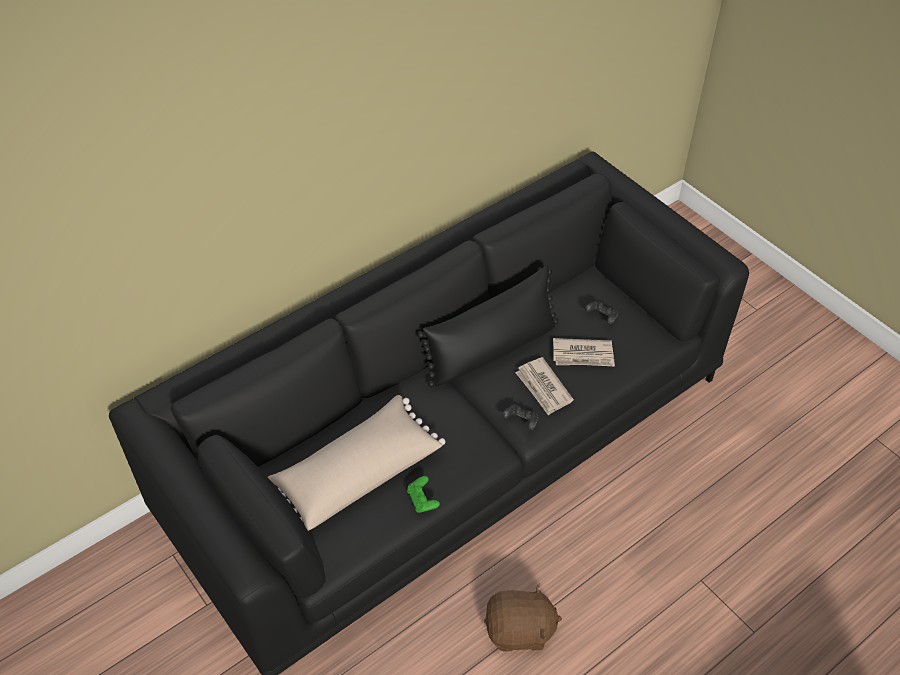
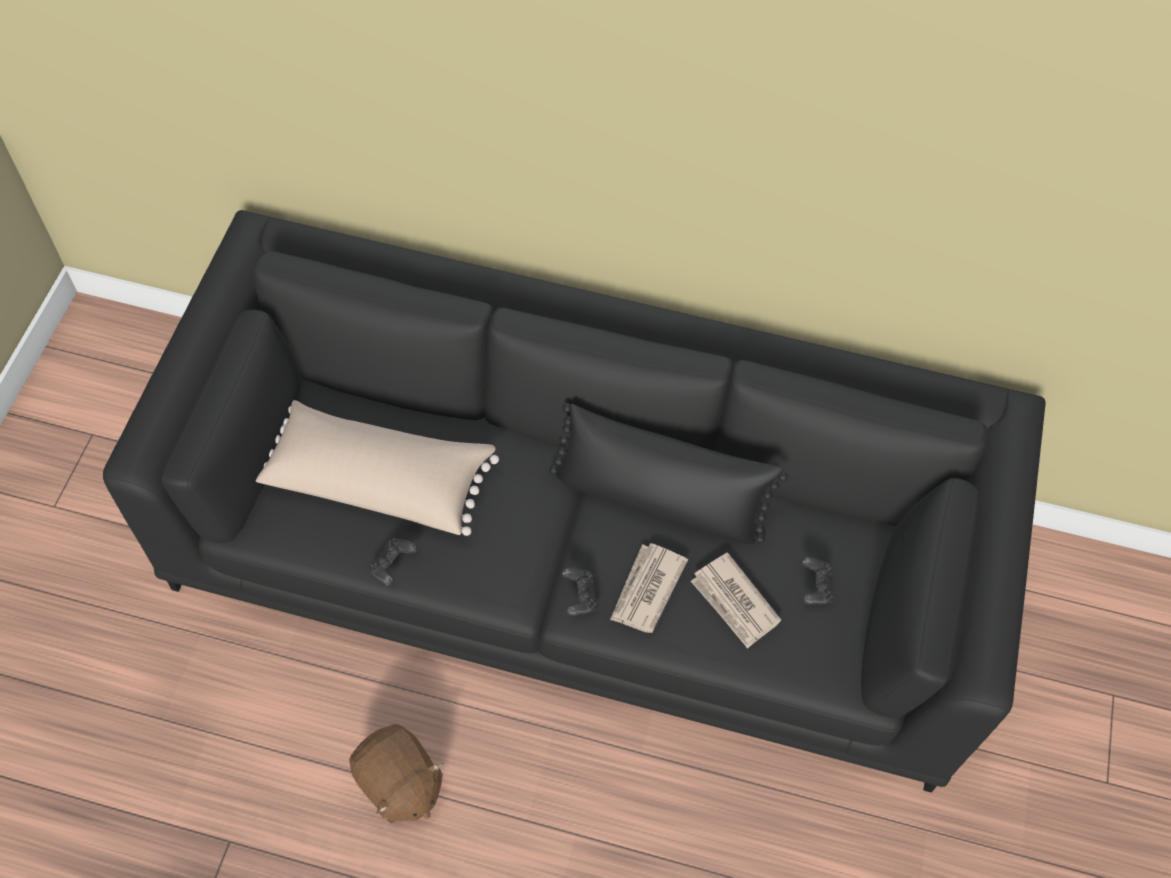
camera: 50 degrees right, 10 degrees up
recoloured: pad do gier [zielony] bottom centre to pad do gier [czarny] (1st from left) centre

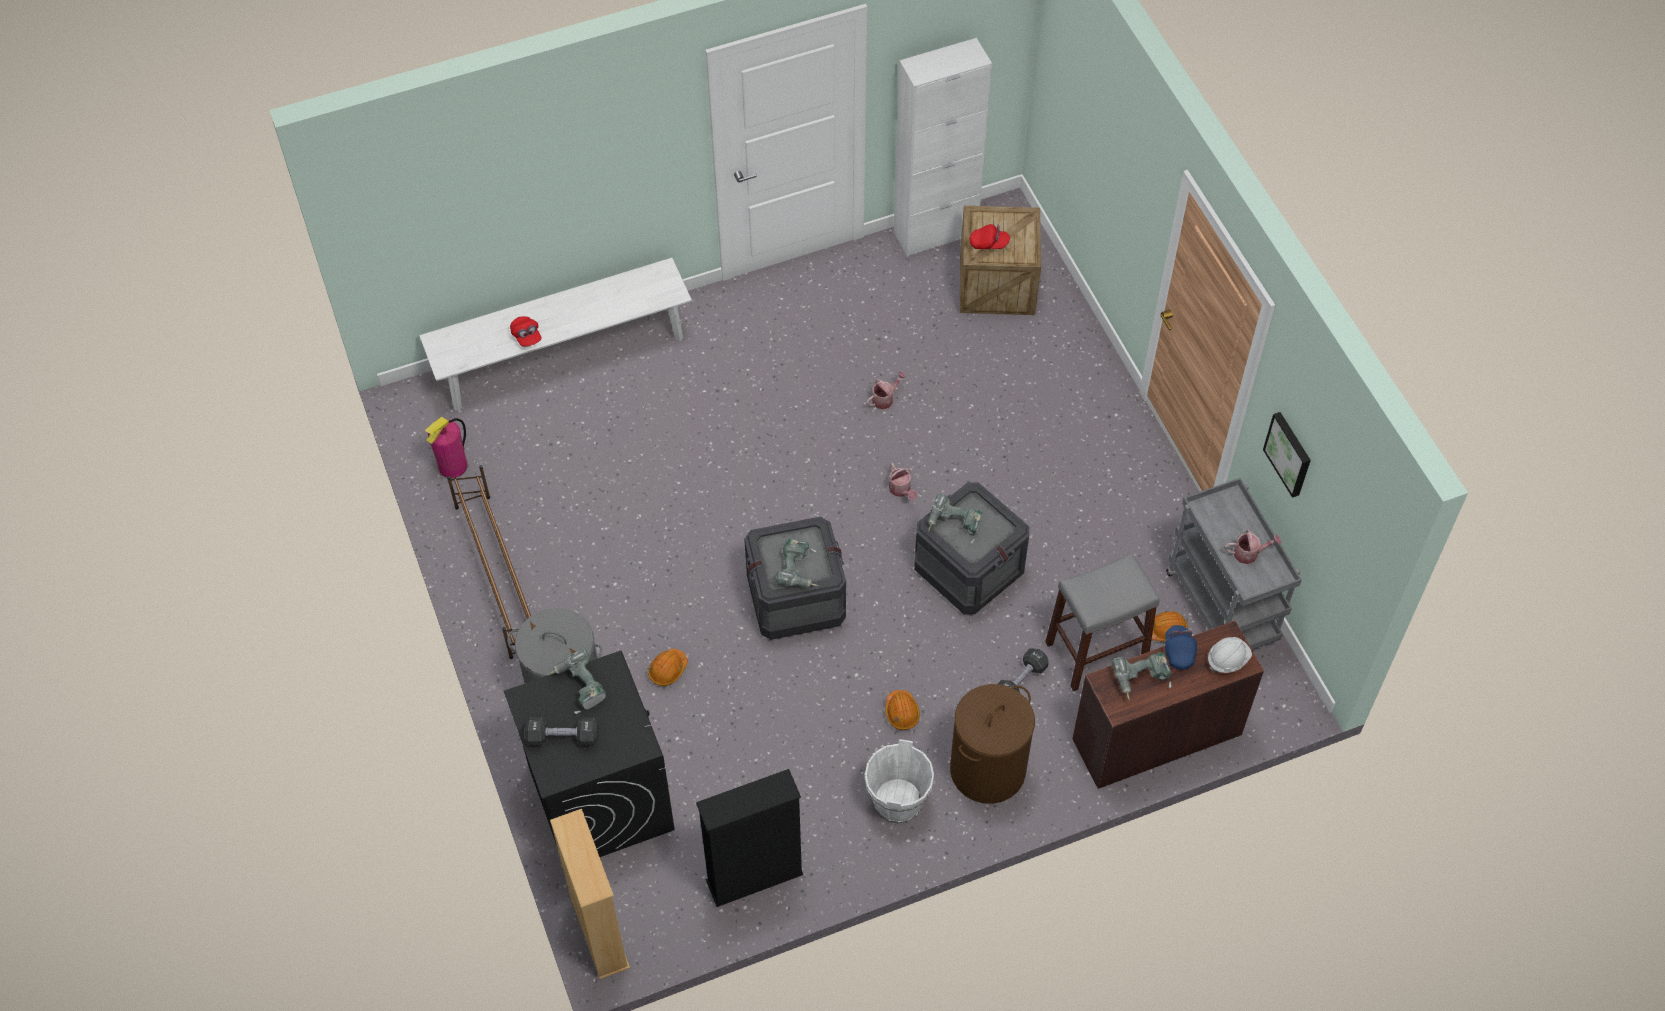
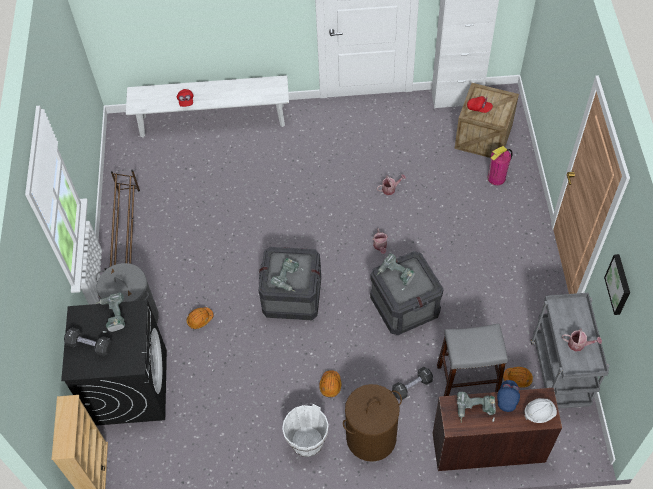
camera: 20 degrees right, 0 degrees up
removed: regał [czarny] bottom centre
moved: gaśnica middle left to middle right

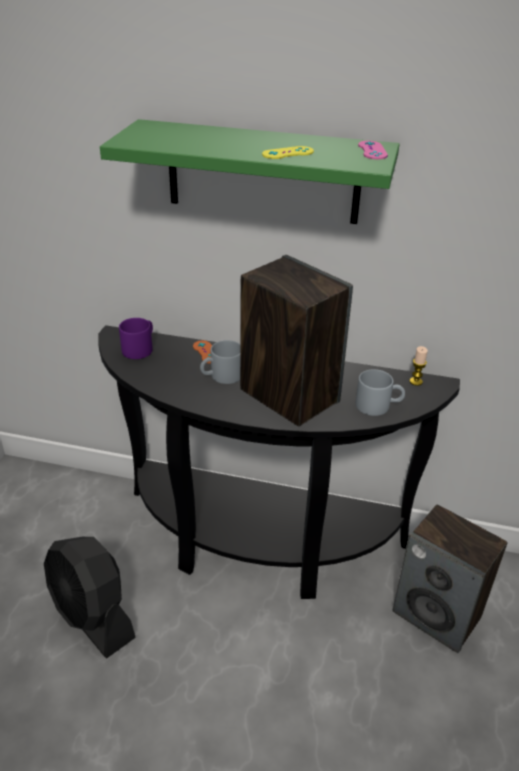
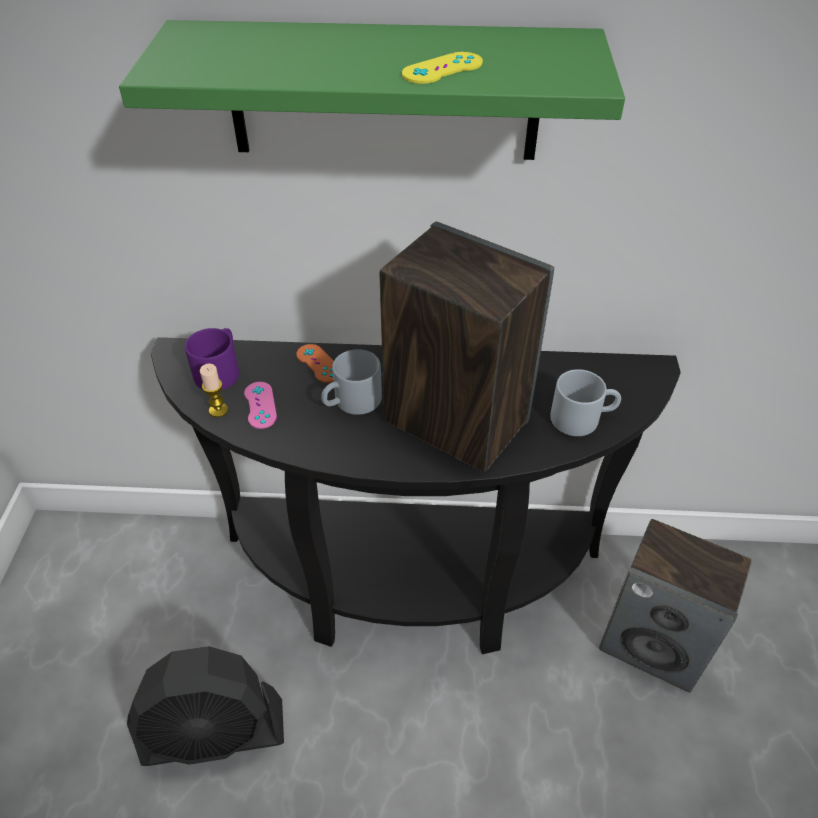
camera: 10 degrees left, 10 degrees up
moved: pad do gier [różowy] top right to middle left; świeca middle right to middle left
turned: wentylator [czarny] bottom left = bottom left 45 degrees counterclockwise

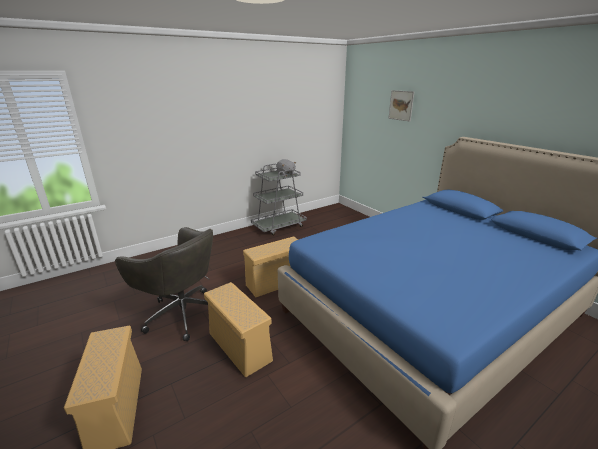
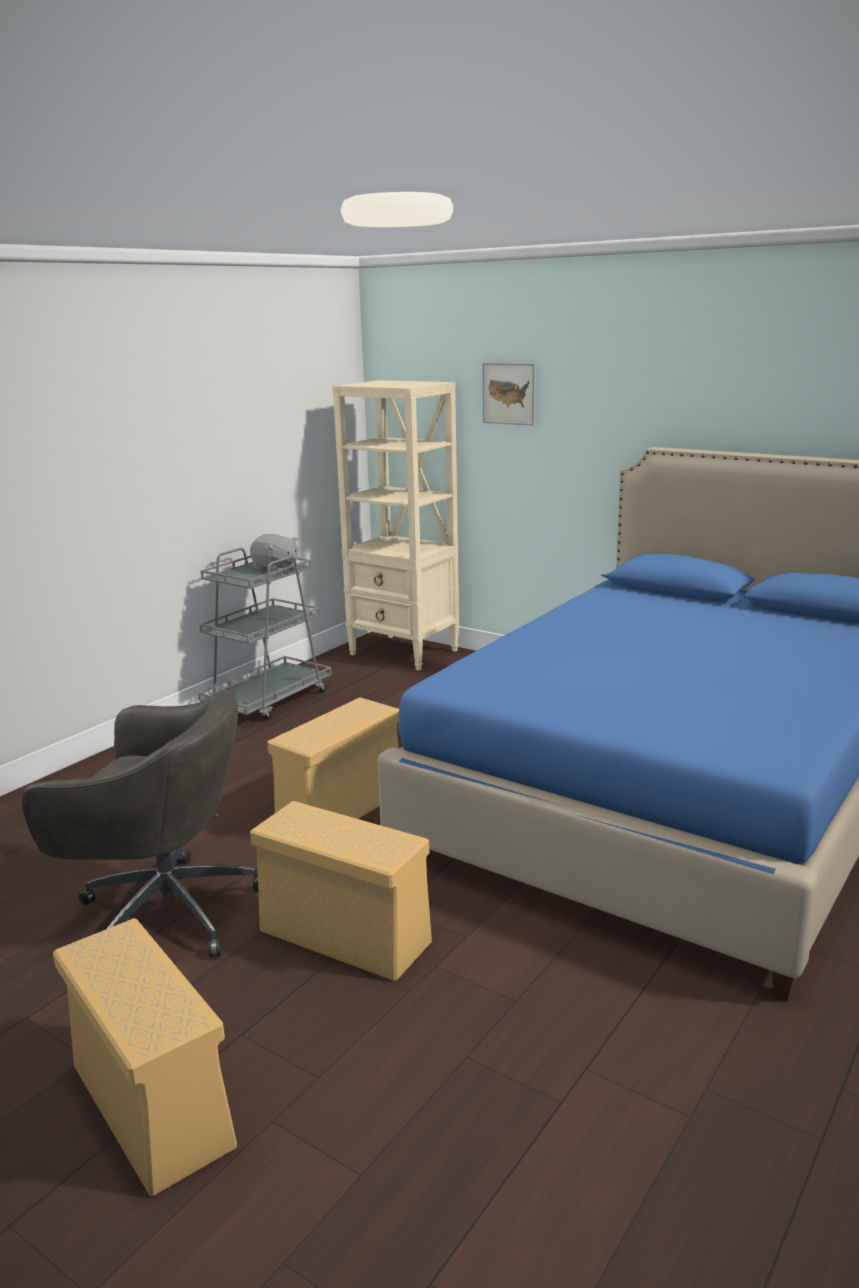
camera: 20 degrees left, 5 degrees down
added: regał [beżowy] centre

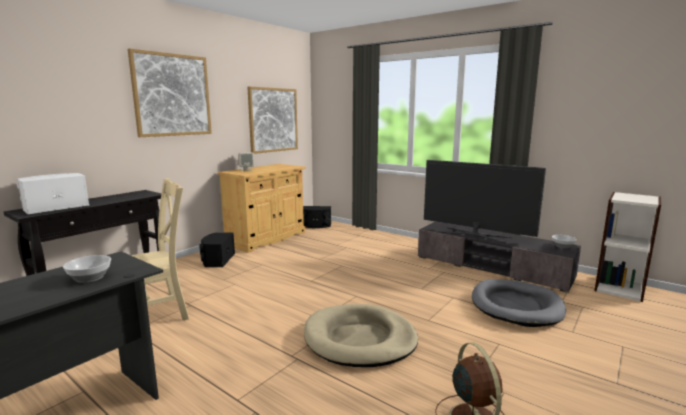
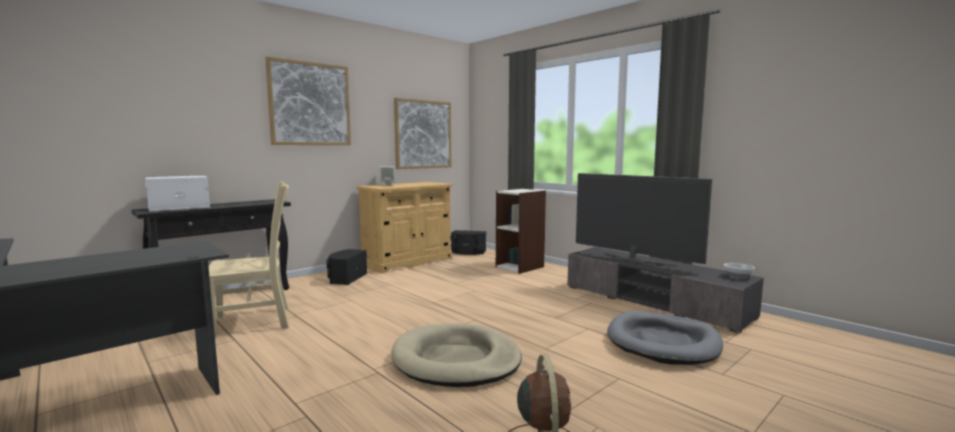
camera: 10 degrees right, 5 degrees down
removed: miska (1st from left) middle left
moved: regał middle right to centre

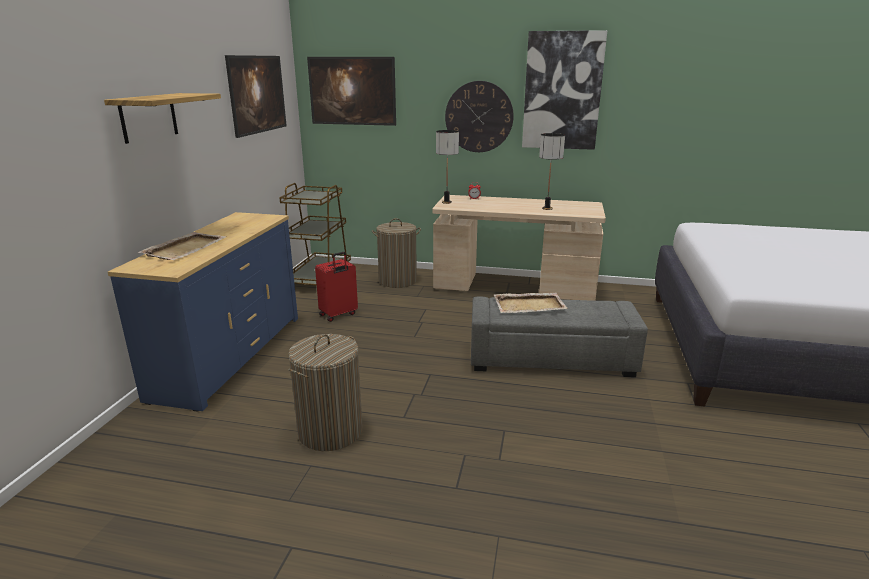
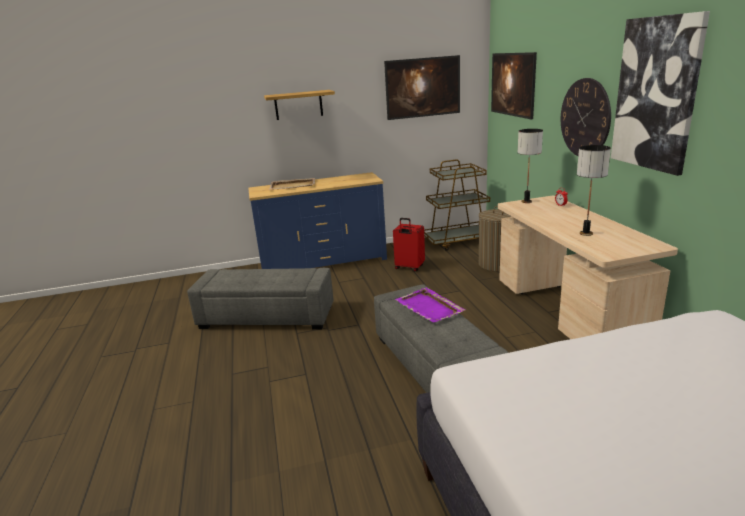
camera: 65 degrees right, 0 degrees up
replaced: kosz na pranie (1st from left) bottom centre to pufa [szary] (1st from left) centre
recoloured: taca [beżowy] (2nd from left) centre to taca [fioletowy] centre

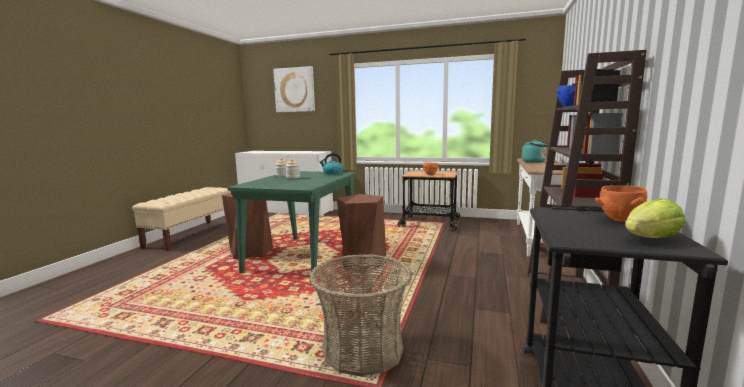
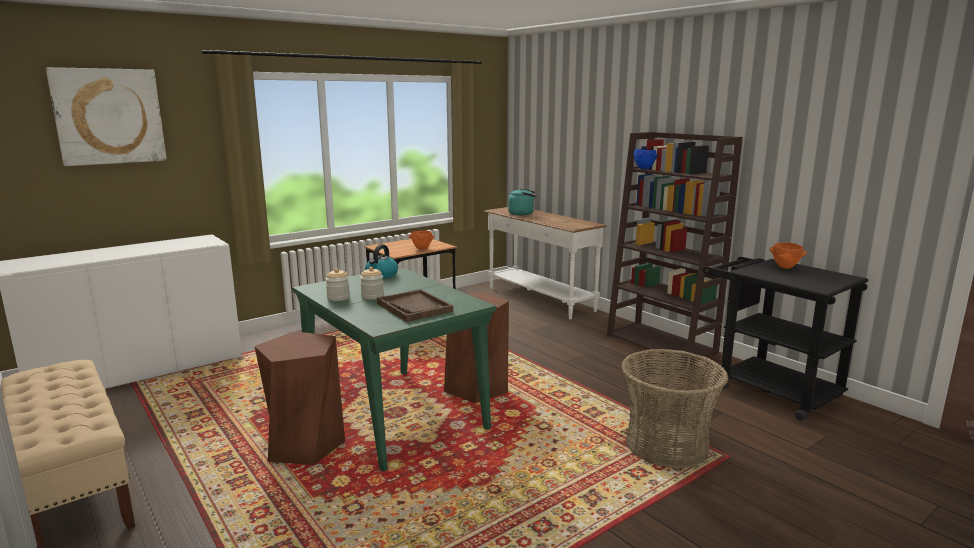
camera: 55 degrees left, 5 degrees up
removed: sałata middle right
added: taca [brązowy] centre

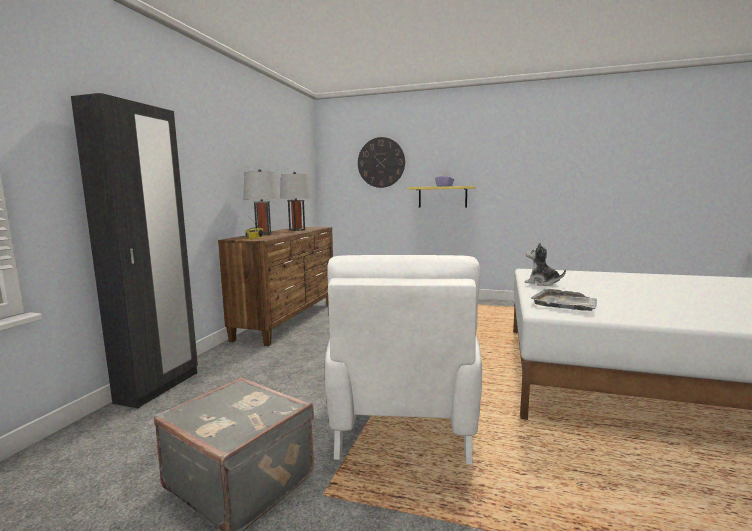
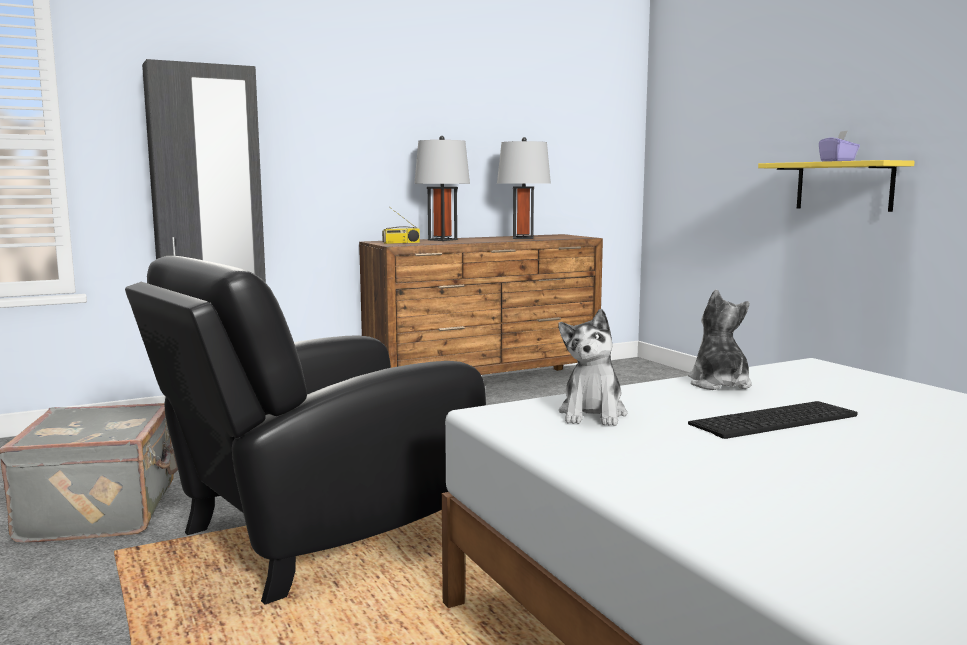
camera: 45 degrees right, 0 degrees up
removed: zegar ścienny top centre
added: klawiatura middle right
replaced: taca [szary] middle right to pluszak (1st from left) centre
recoloured: fotel [biały] bottom centre to fotel [czarny] bottom left

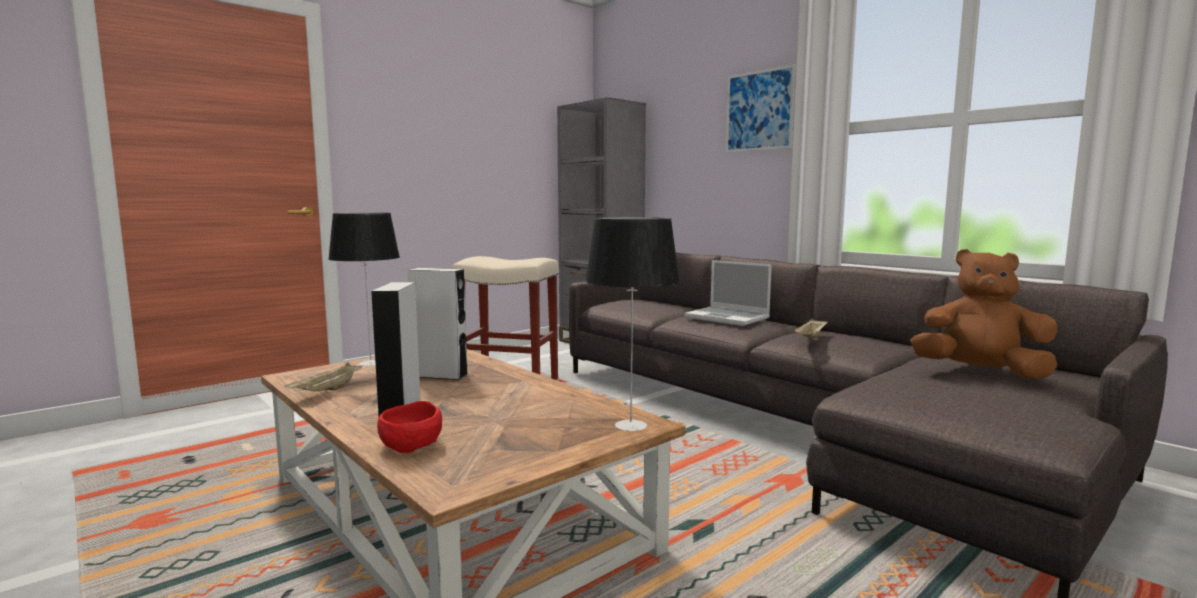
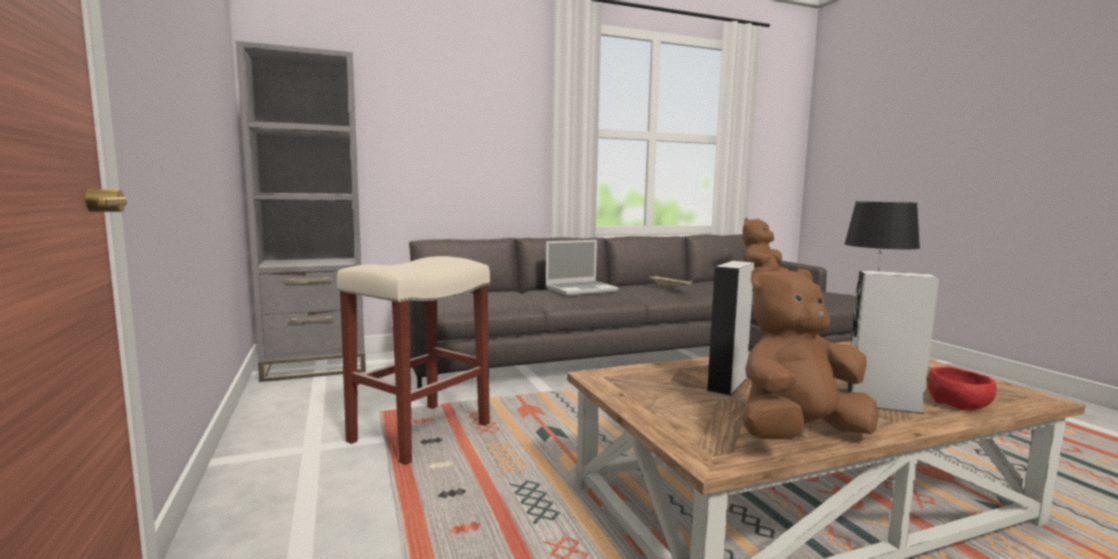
camera: 70 degrees left, 0 degrees up
removed: lampa stołowa (1st from left) middle left; obraz top centre
replaced: taca [beżowy] (1st from left) middle left to pluszak [brązowy] (2nd from left) middle right

